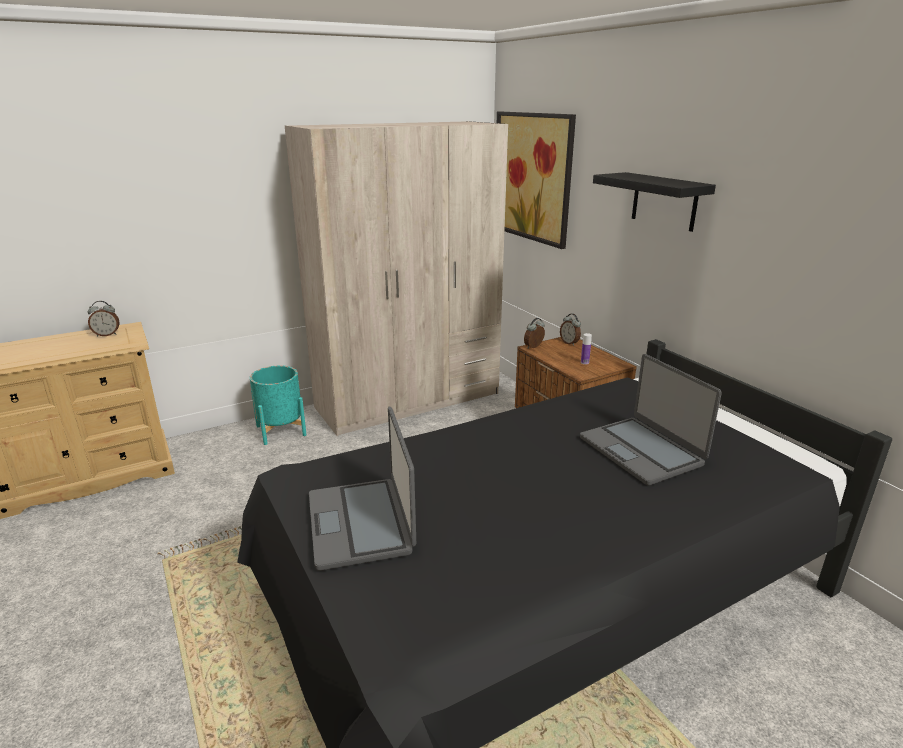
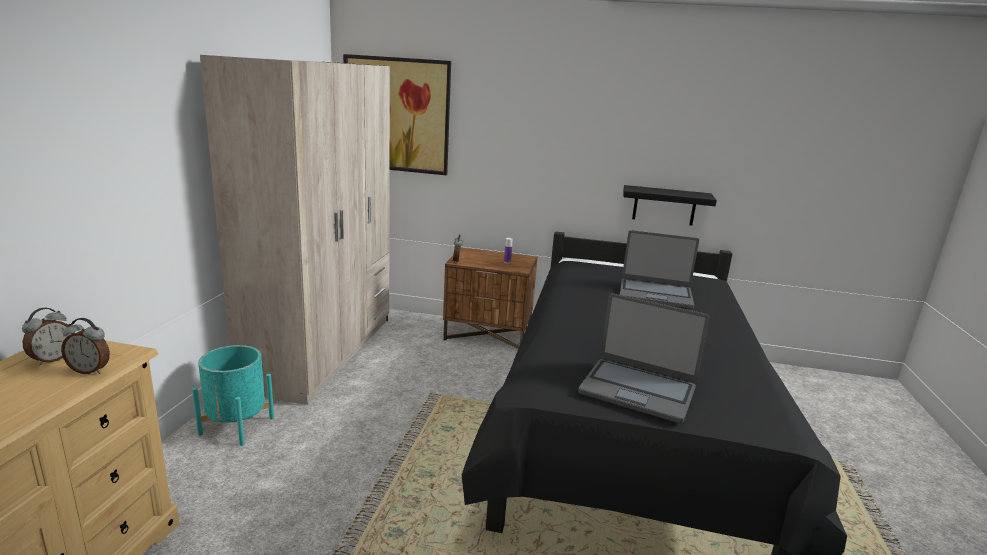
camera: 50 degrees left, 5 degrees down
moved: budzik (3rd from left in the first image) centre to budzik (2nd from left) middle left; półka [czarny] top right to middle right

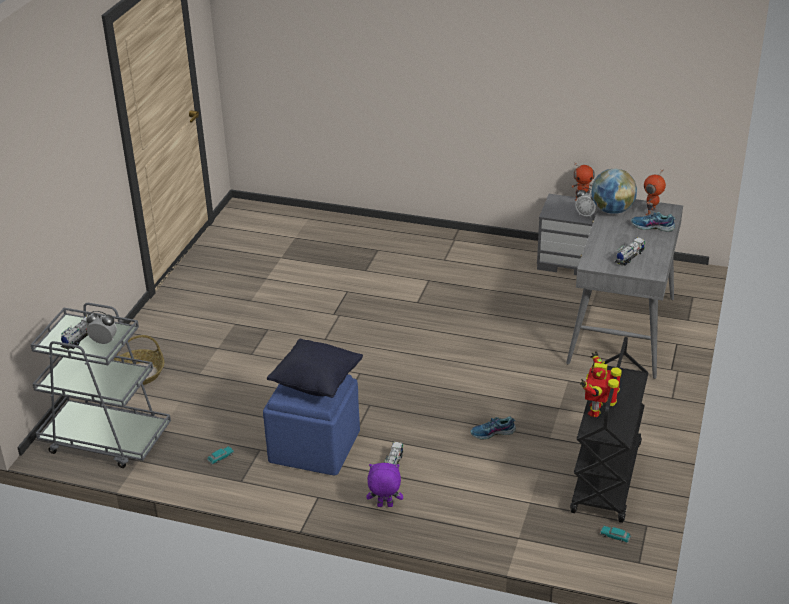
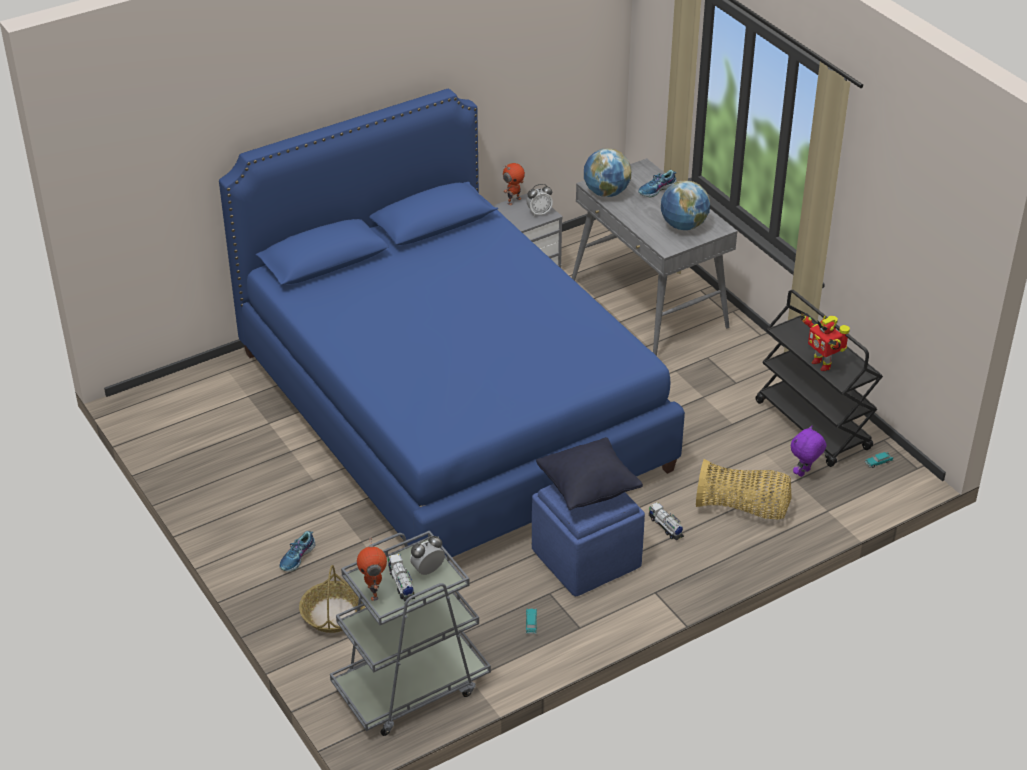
camera: 50 degrees left, 5 degrees up
added: łóżko [niebieski] centre; koszyk (2nd from left) middle right
moved: pluszak [fioletowy] bottom centre to middle right; but (1st from left) bottom centre to bottom left; robot zabawkowy (3rd from left in the first image) top right to robot zabawkowy (1st from left) bottom centre
replaced: ciężarówka zabawkowa (3rd from left) middle right to globus (2nd from left) top right

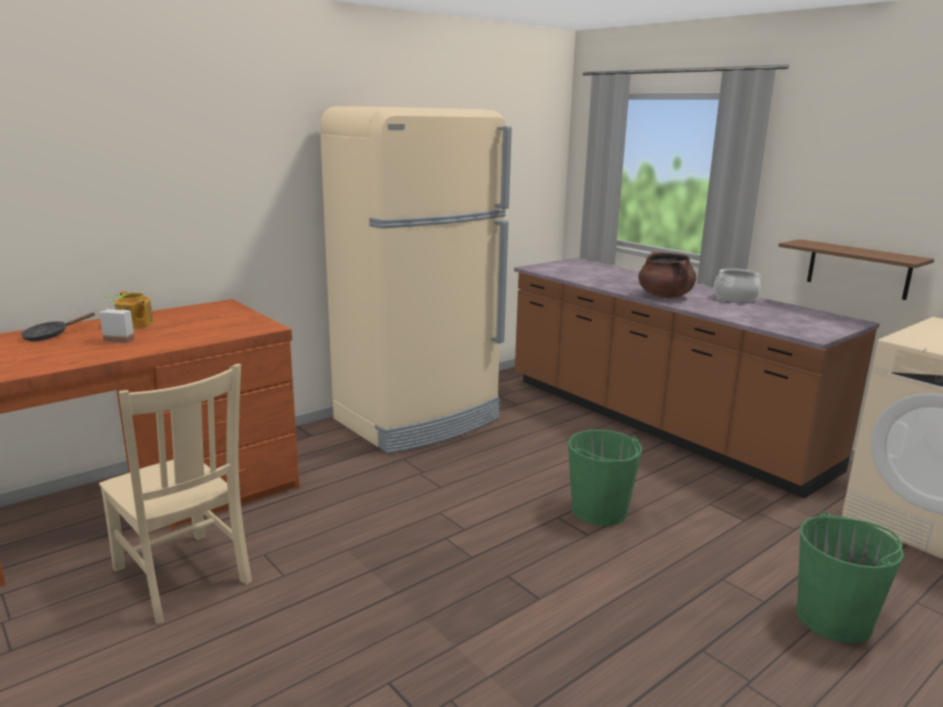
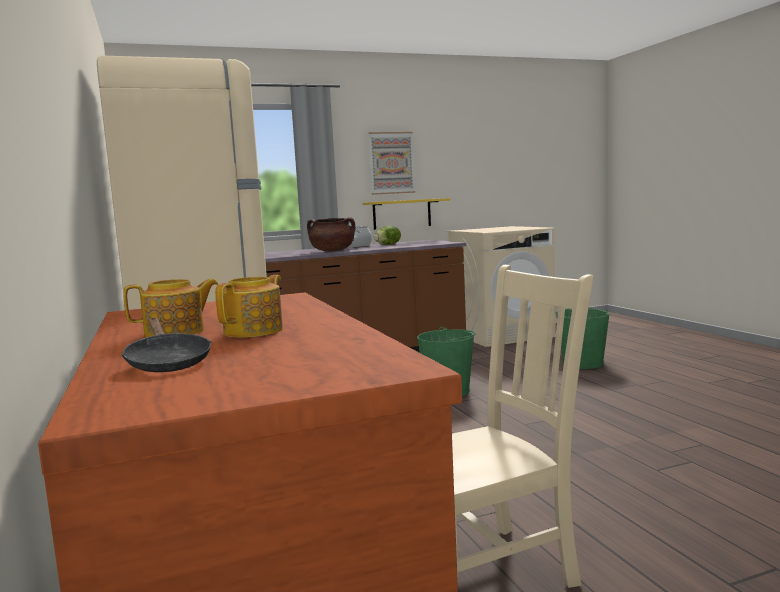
camera: 70 degrees left, 10 degrees down
added: obraz top centre; sałata centre
replaced: roślina doniczkowa middle left to imbryk (2nd from left) middle left
recoloured: półka [brązowy] middle right to półka [żółty] centre

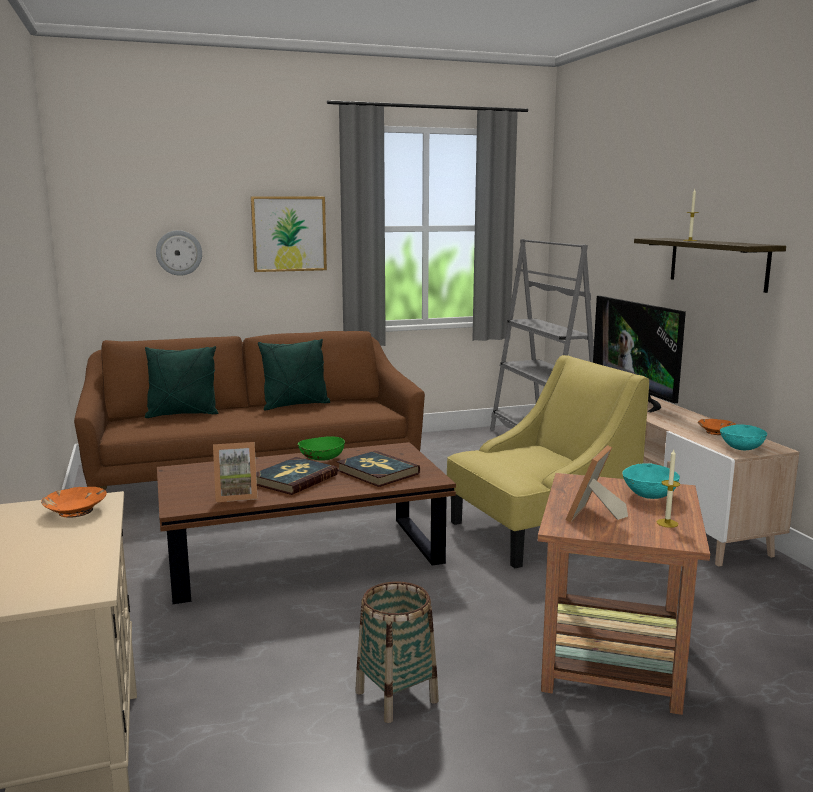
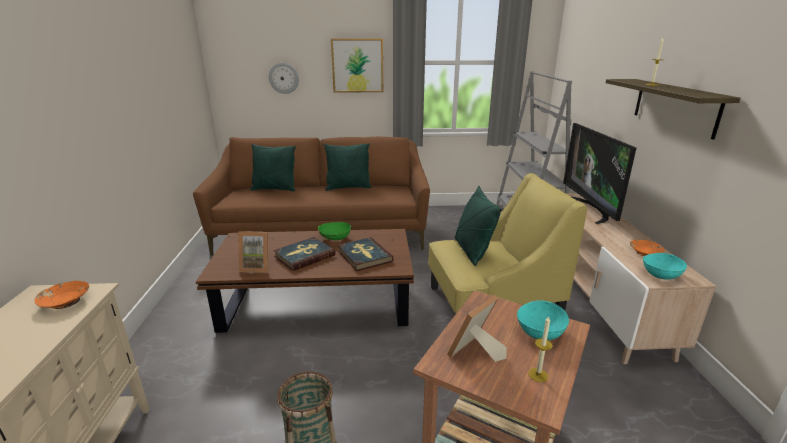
camera: 15 degrees right, 10 degrees up
added: poduszka [zielony] (3rd from left) centre

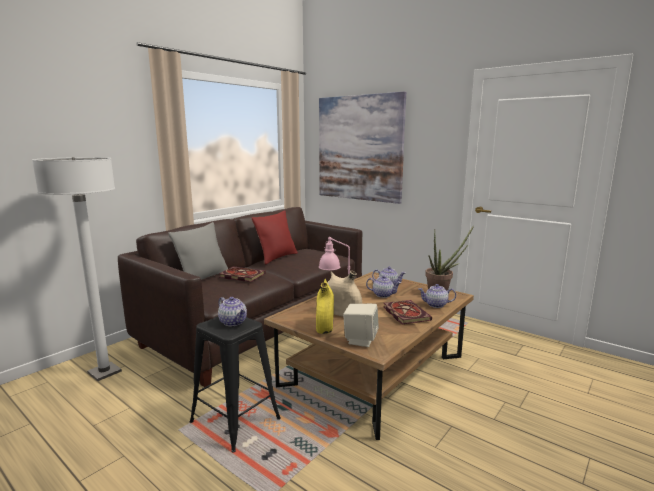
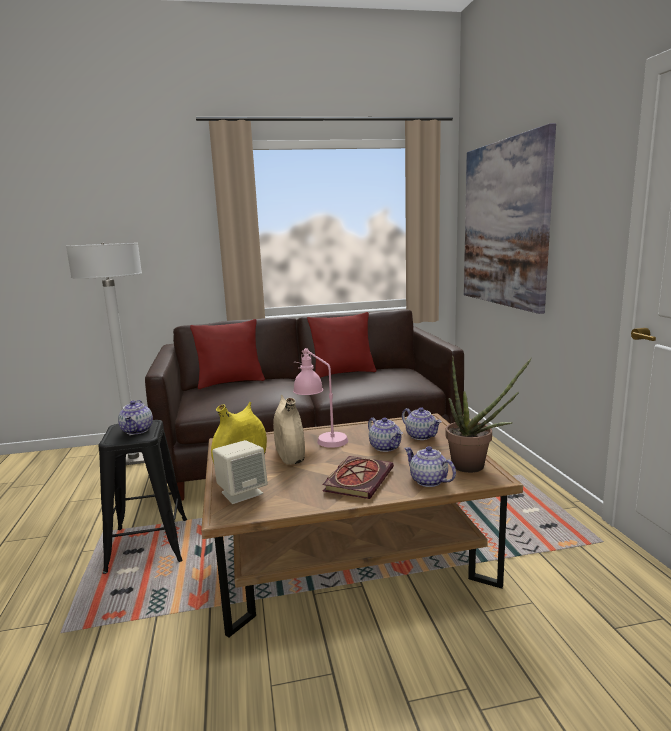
camera: 40 degrees right, 0 degrees up
removed: książka (1st from left) centre
recoloured: poduszka [szary] middle left to poduszka [czerwony] (1st from left) centre

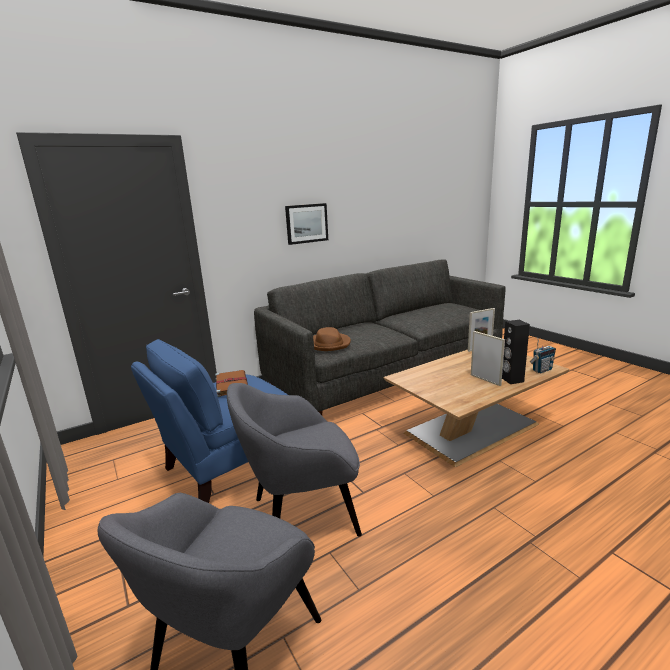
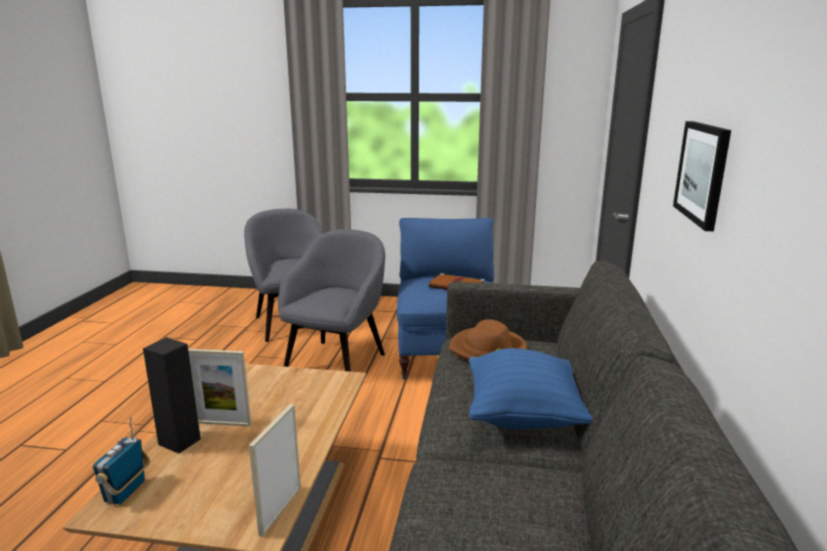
camera: 130 degrees right, 0 degrees up
added: poduszka [niebieski] bottom centre

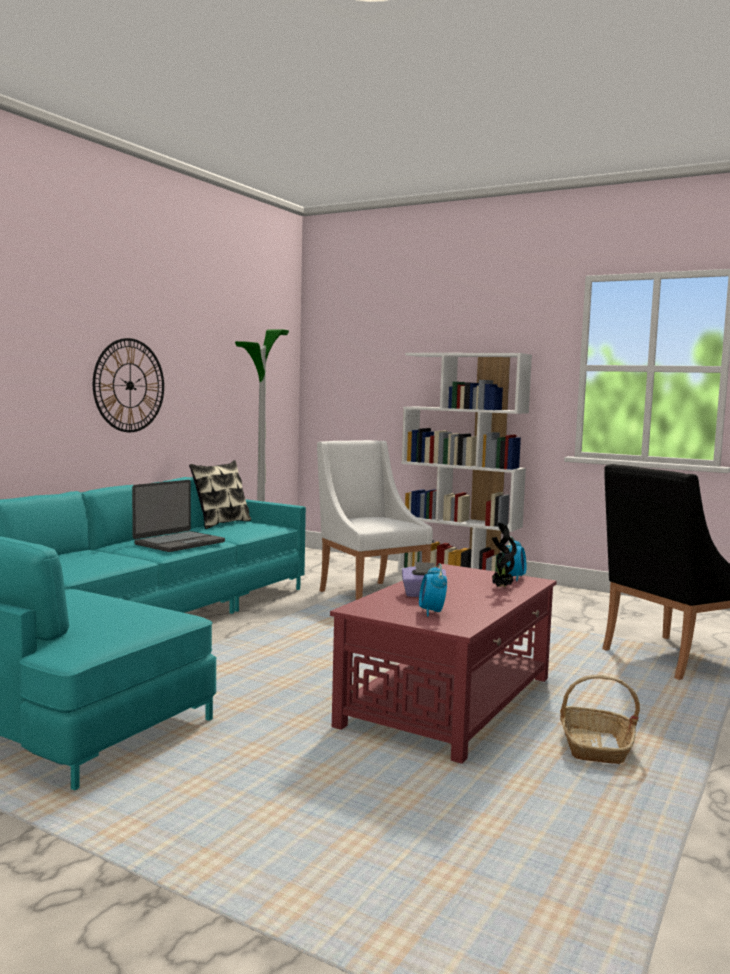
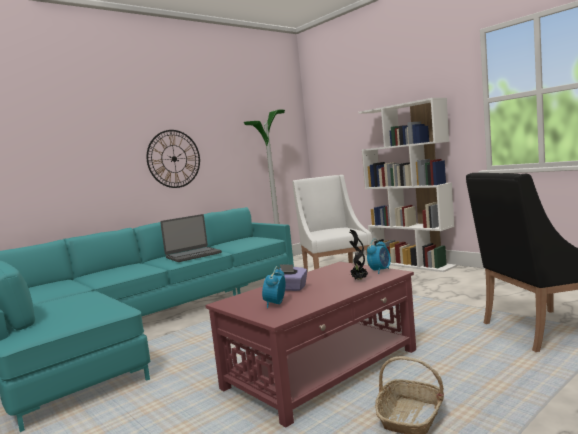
camera: 20 degrees right, 0 degrees up
removed: poduszka middle left

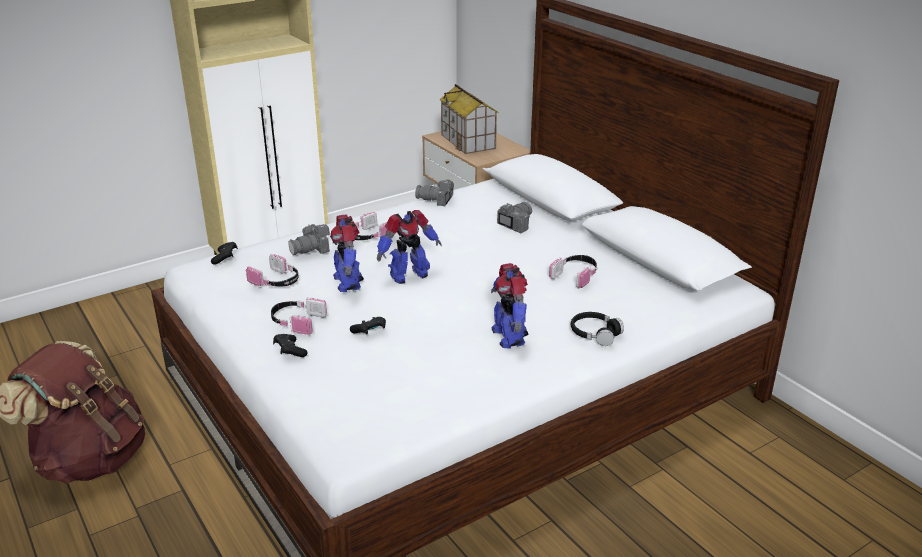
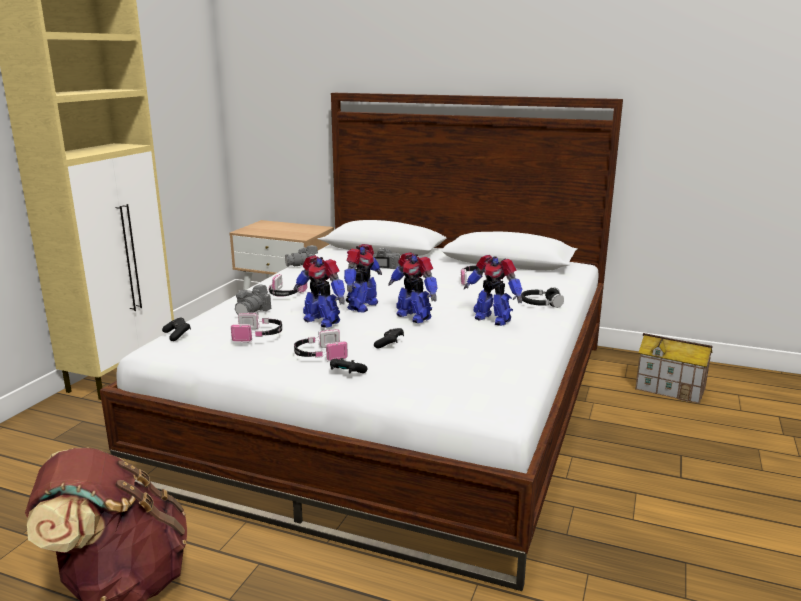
camera: 35 degrees left, 10 degrees down
added: robot zabawkowy (3rd from left) centre
moved: domek top centre to middle right

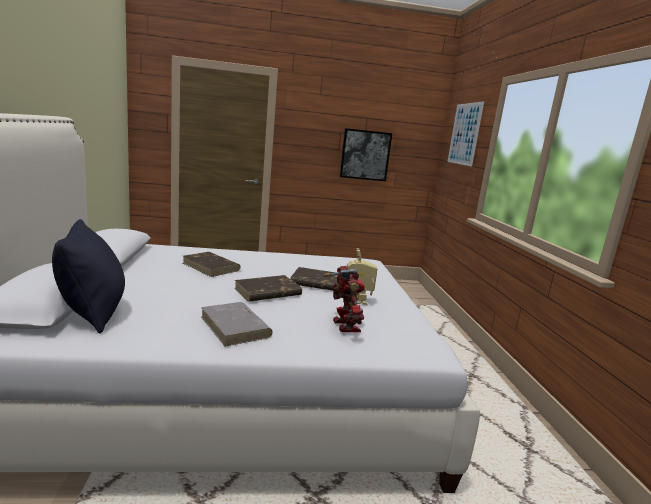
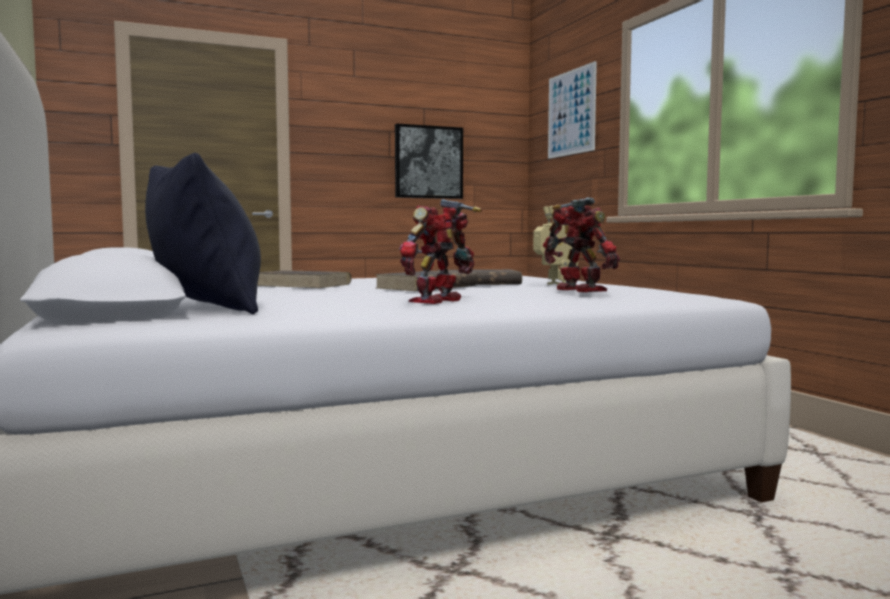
camera: 15 degrees left, 10 degrees down
replaced: książka [szary] centre to robot zabawkowy (1st from left) centre

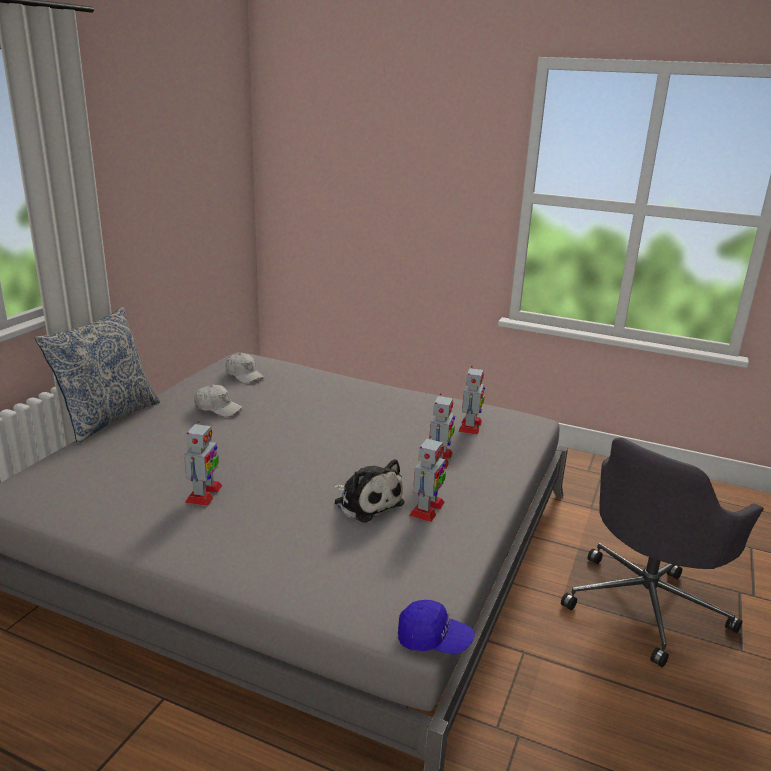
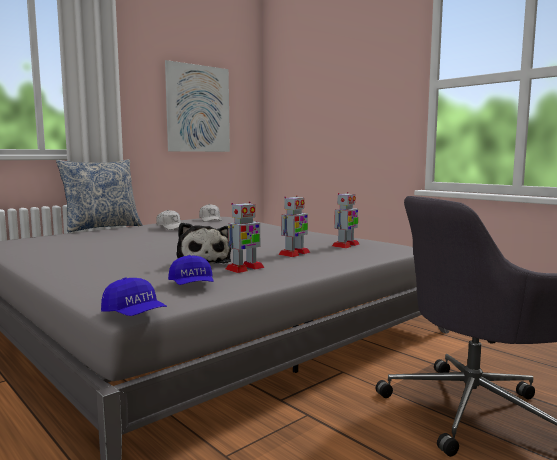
camera: 25 degrees right, 15 degrees down
removed: robot zabawkowy (1st from left) middle left
added: obraz top centre; czapka z daszkiem [niebieski] (2nd from left) centre

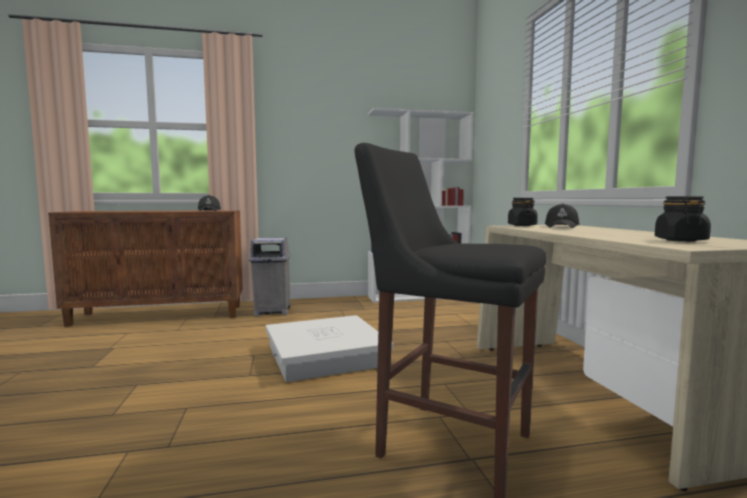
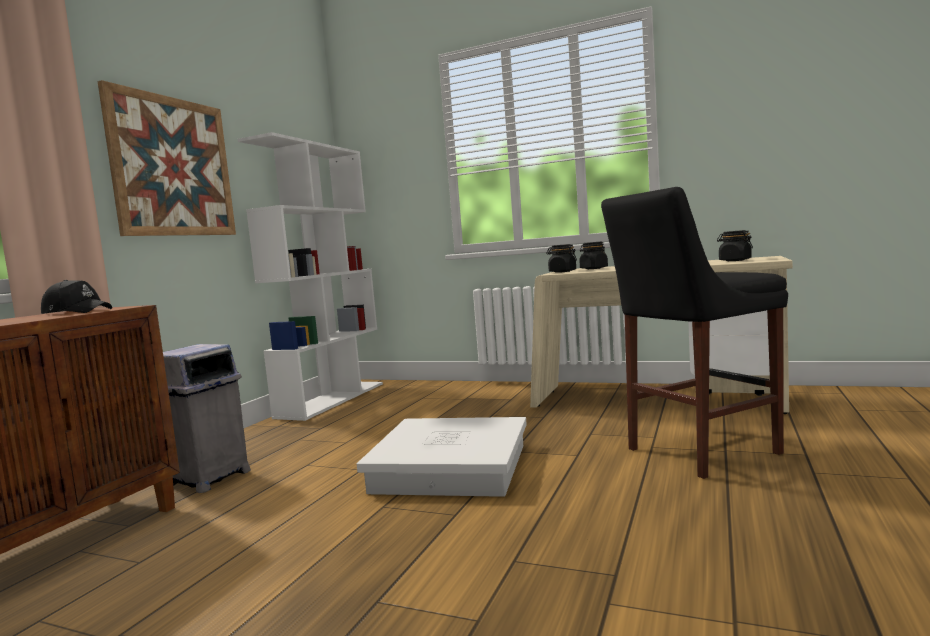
camera: 55 degrees left, 0 degrees up
added: obraz top left
replaced: czapka z daszkiem [czarny] (2nd from left) middle right to słoik [czarny] (2nd from left) centre

